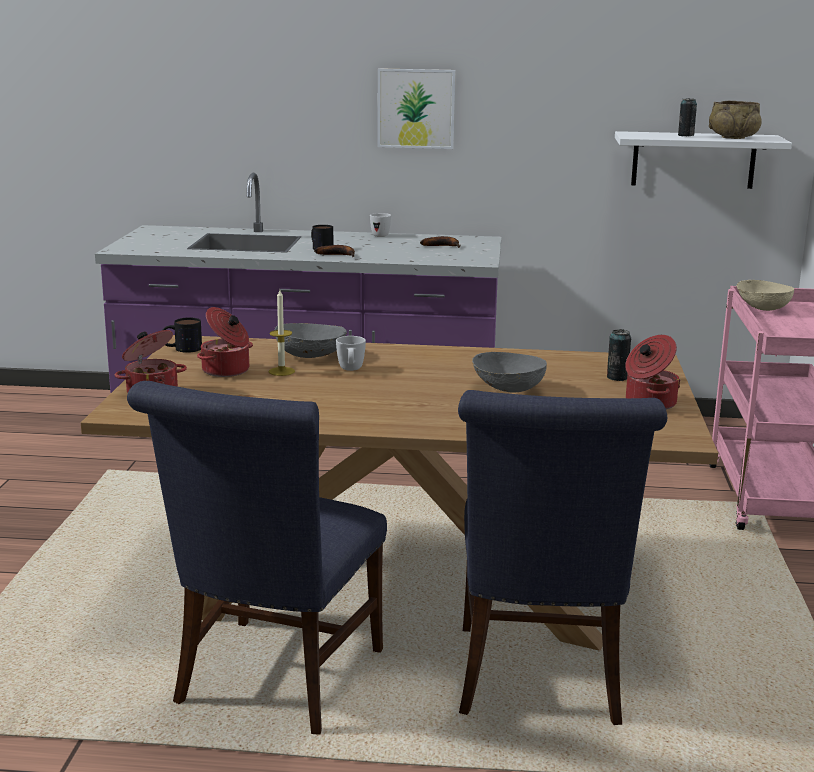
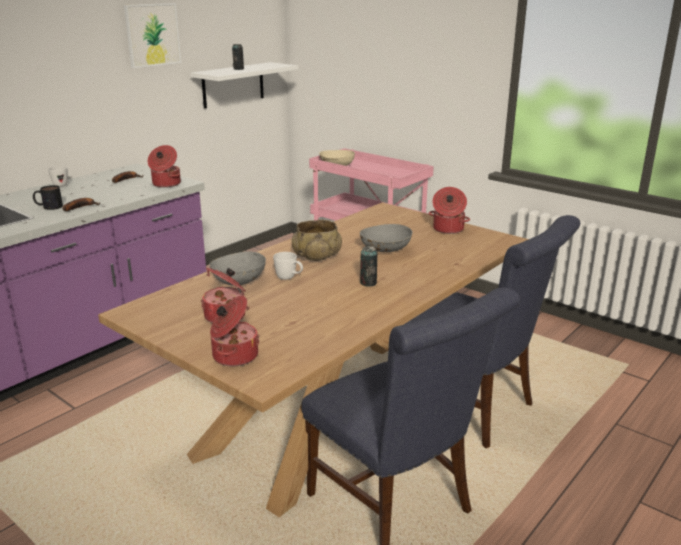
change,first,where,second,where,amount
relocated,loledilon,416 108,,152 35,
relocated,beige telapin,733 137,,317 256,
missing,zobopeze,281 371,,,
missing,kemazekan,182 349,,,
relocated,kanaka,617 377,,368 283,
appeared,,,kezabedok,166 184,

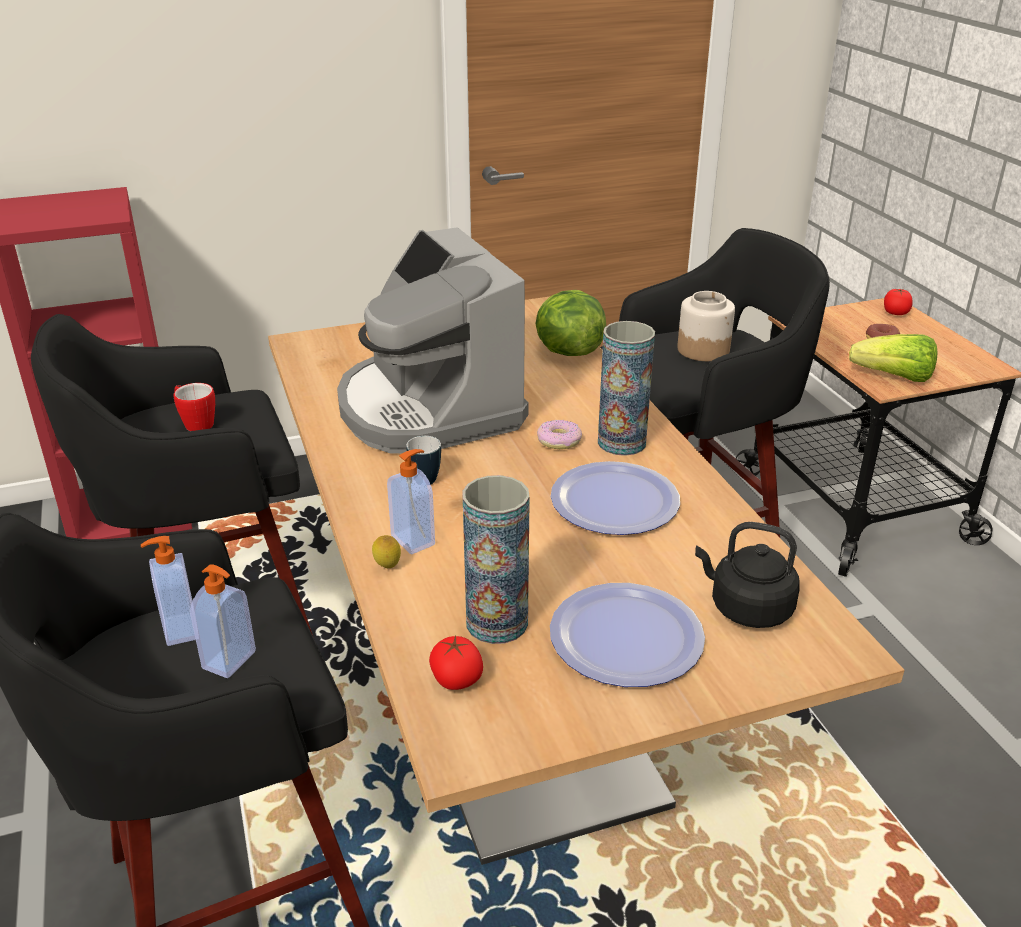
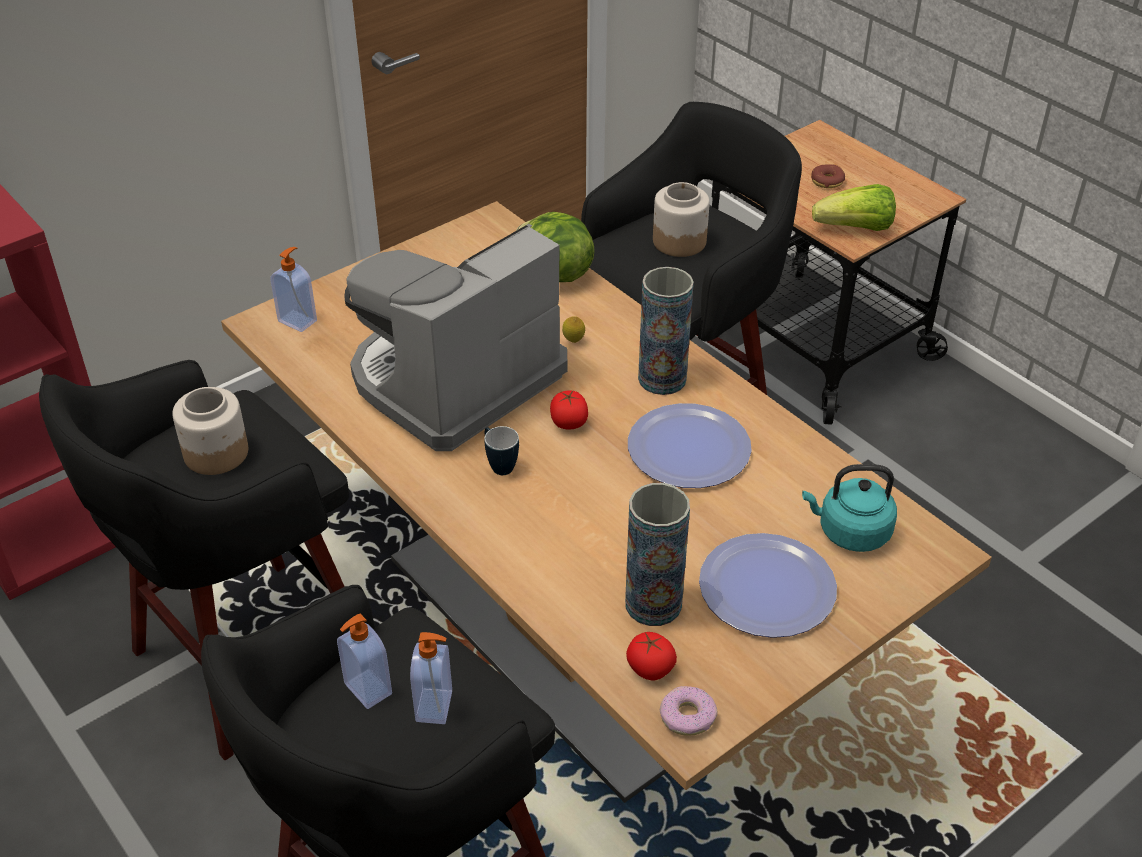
change,first,where,second,where,amount
spun,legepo,428 408,,454 380,90 degrees clockwise
relocated,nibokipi,895 313,,568 422,
exchanged,kemazekan,195 423,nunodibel,215 453,
relocated,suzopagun,559 440,,687 716,
relocated,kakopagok,414 540,,298 320,
colour,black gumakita,746 608,turquoise gumakita,850 532,
relocated,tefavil,387 567,,573 342,

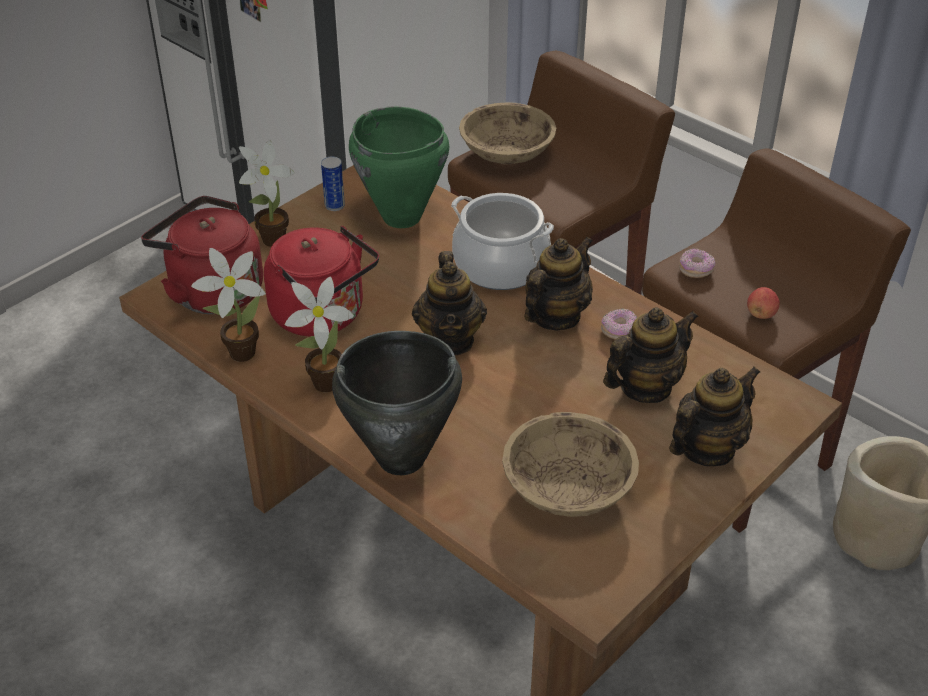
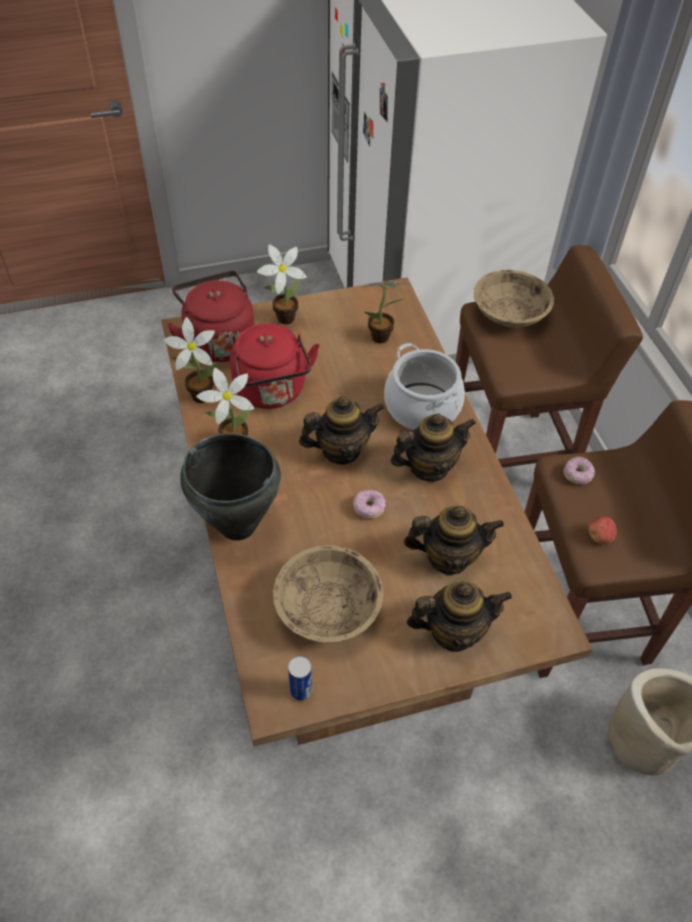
change,first,where,second,where,amount
exchanged,green kezabedok,401 218,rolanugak,383 337,
relocated,kanaka,334 206,,301 691,
spun,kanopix,450 339,,341 450,135 degrees counterclockwise
relocated,suzopagun,619 332,,369 508,

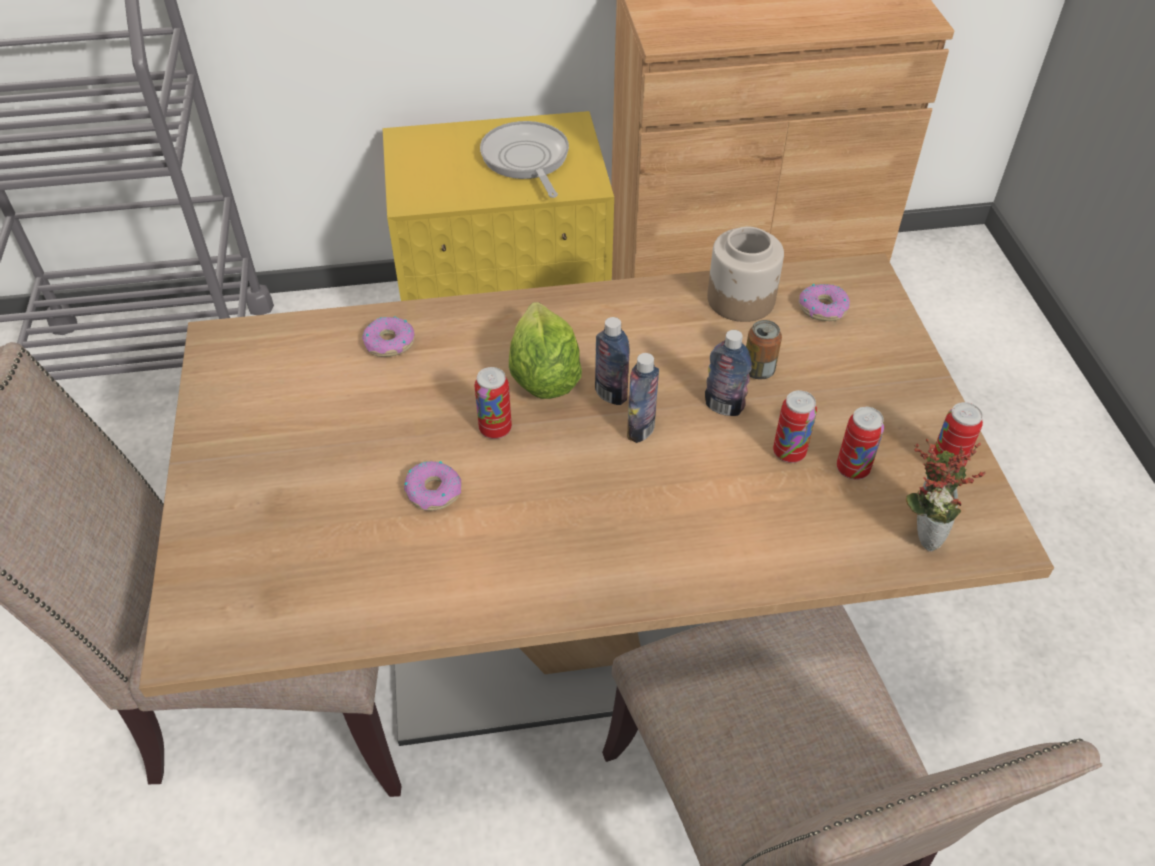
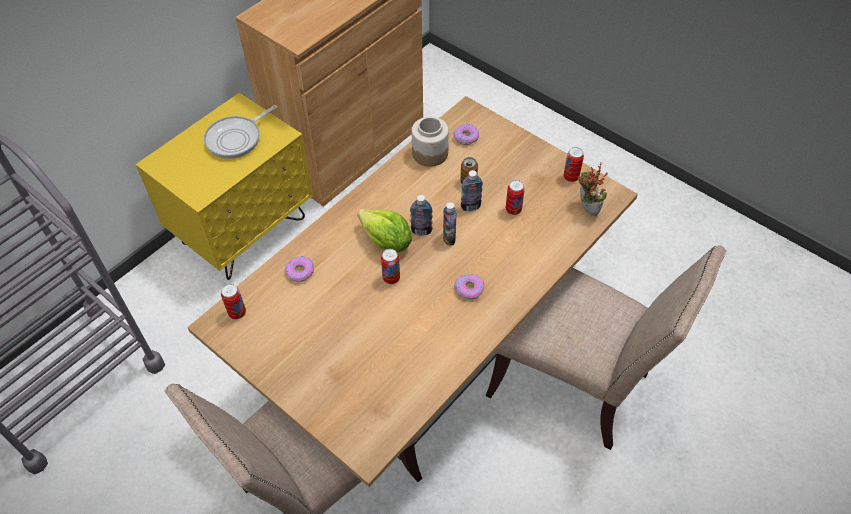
change,first,where,second,where,amount
spun,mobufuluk,526 160,,237 138,75 degrees counterclockwise
relocated,kanaka,852 469,,237 313,
relocated,suzopagun,433 491,,469 289,

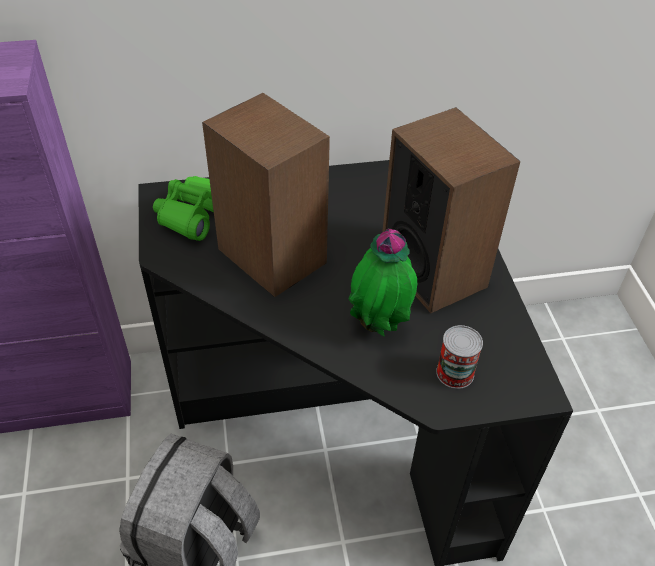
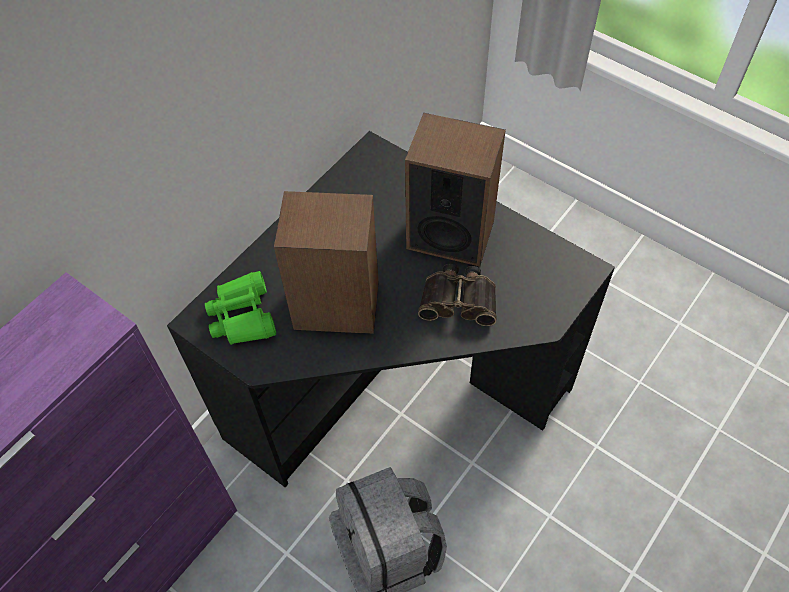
change,first,where,second,where,amount
exchanged,rolanugak,379 325,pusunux,459 299,
missing,kanaka,455 373,,,

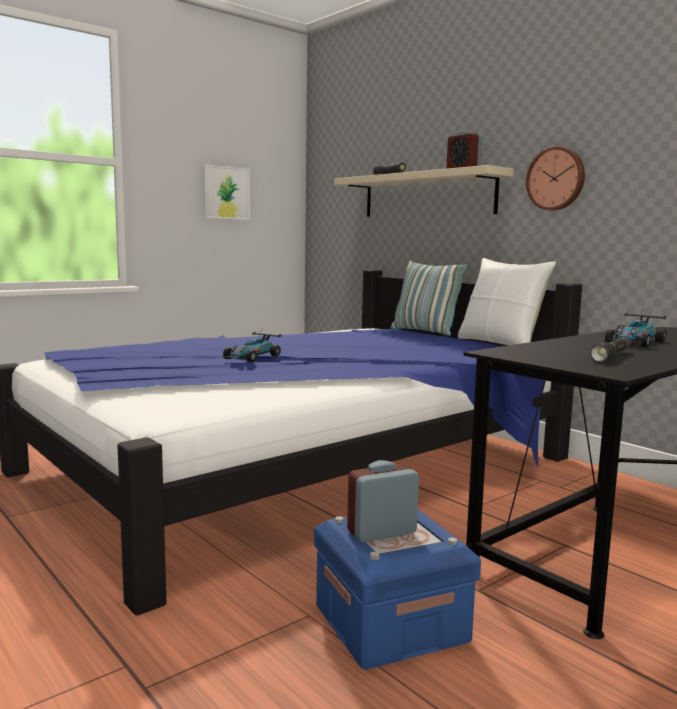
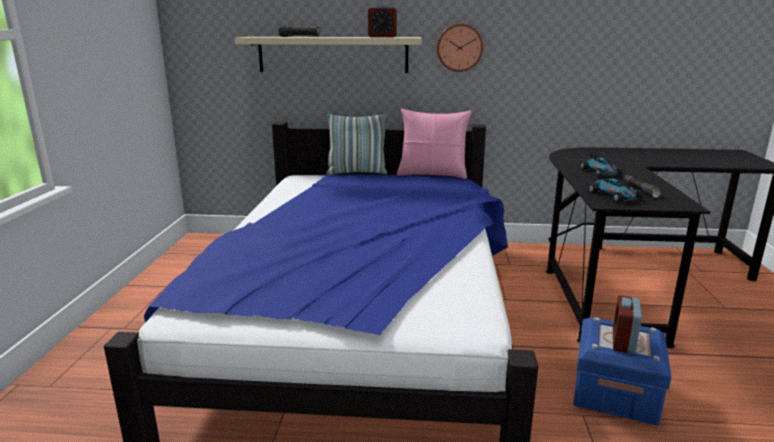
change,first,where,second,where,amount
missing,loledilon,226 193,,,
colour,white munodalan,500 343,pink munodalan,432 174,
relocated,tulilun,252 357,,614 195,

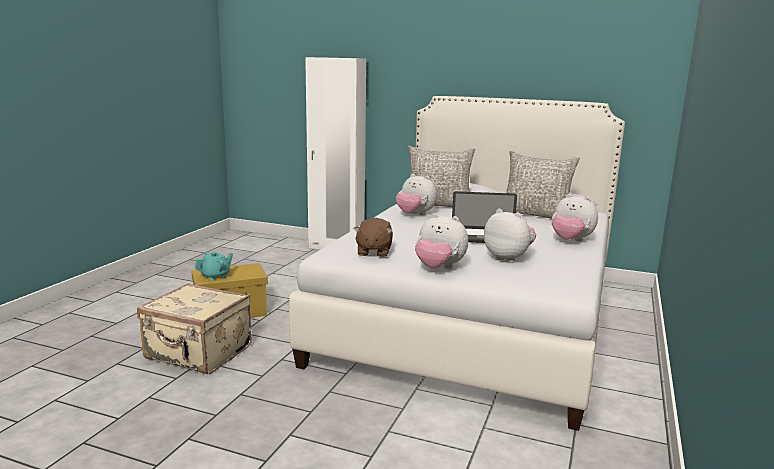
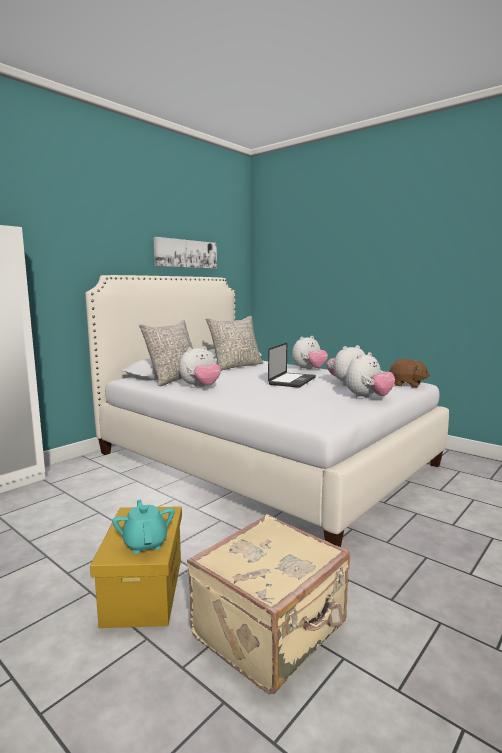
change,first,where,second,where,amount
relocated,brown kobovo,373 252,,407 385,
appeared,,,loledilon,186 253,

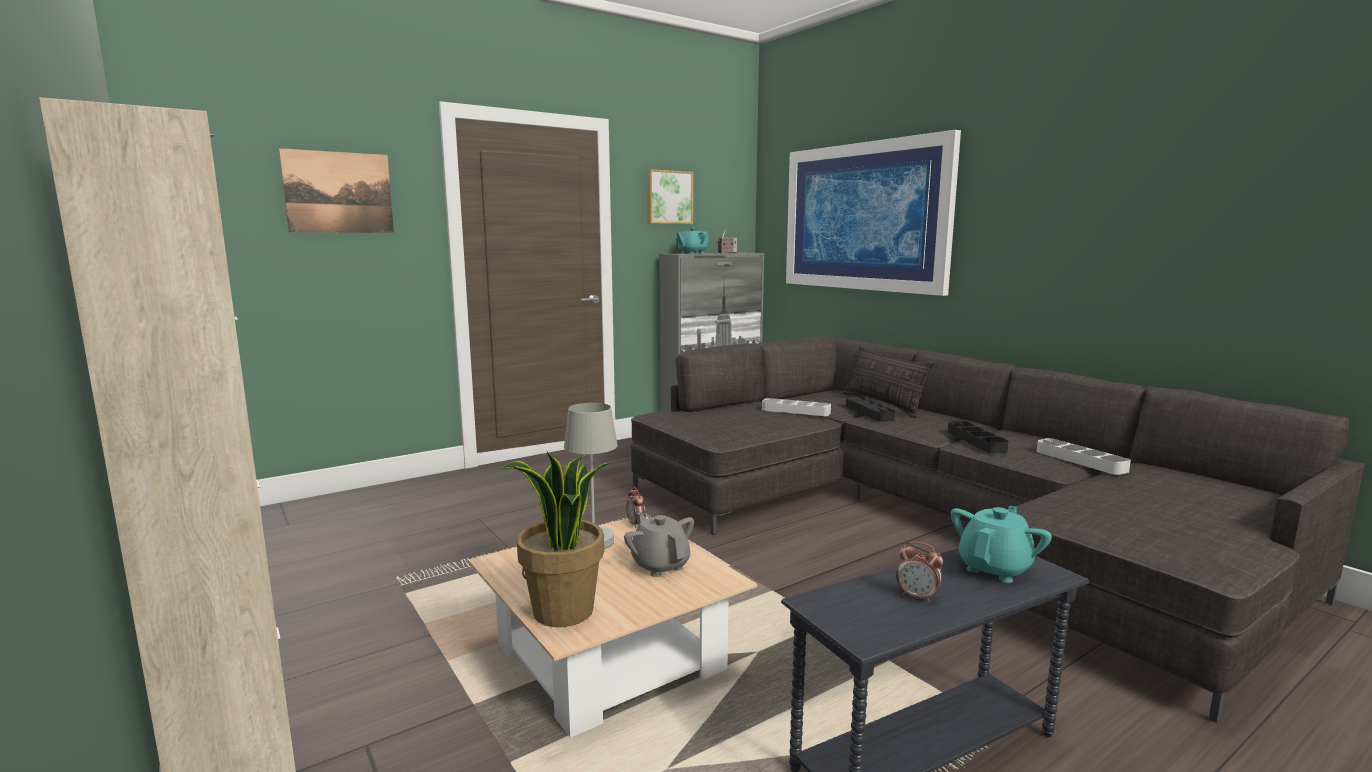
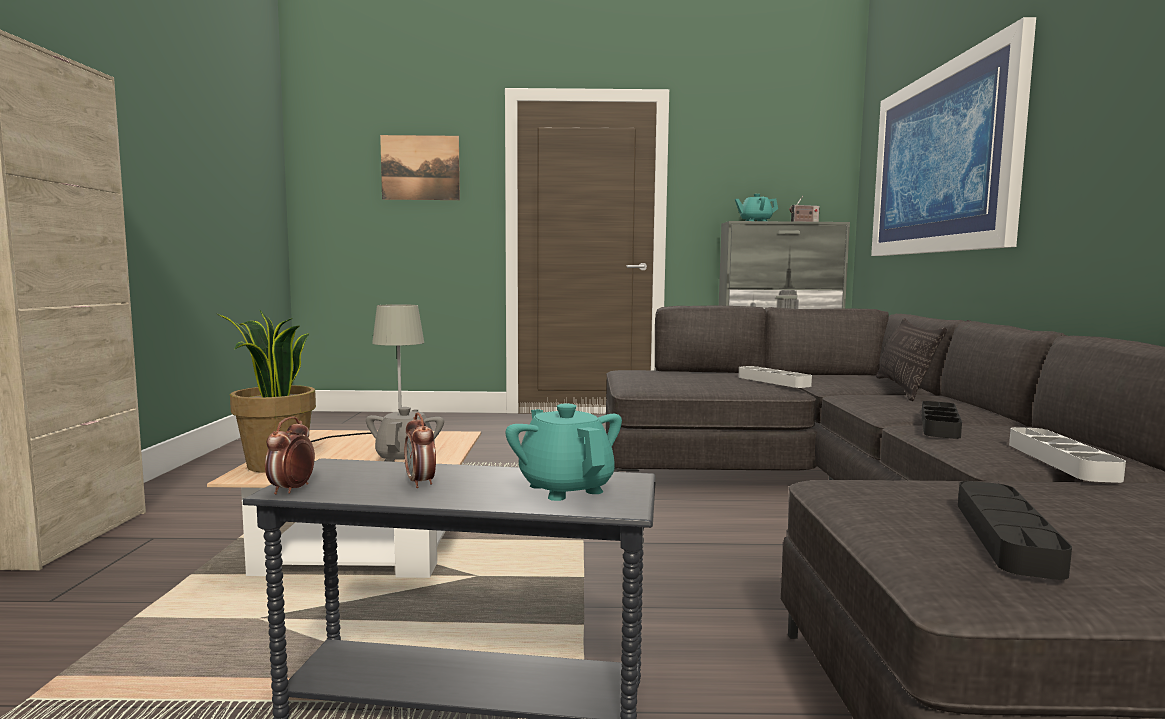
change,first,where,second,where,amount
missing,loledilon,668 197,,,
relocated,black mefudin,869 413,,1005 536,
relocated,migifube,636 524,,291 490,
spun,turquoise kanopix,995 568,,565 488,105 degrees counterclockwise

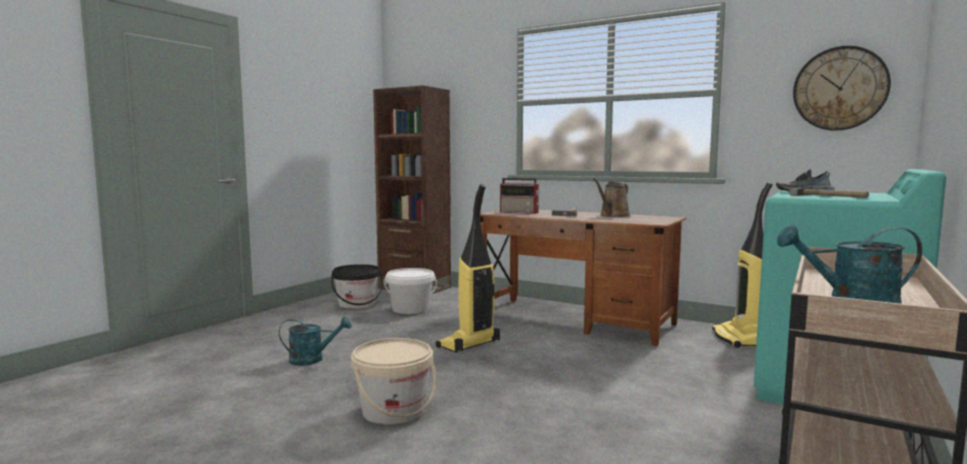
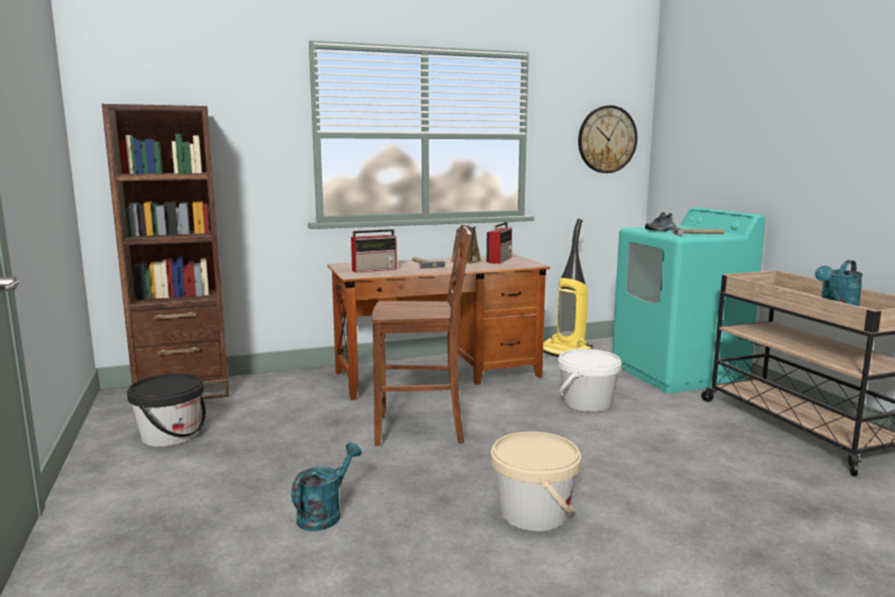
change,first,where,second,where,amount
exchanged,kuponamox,468 345,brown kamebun,422 430,
relocated,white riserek,410 309,,587 403,
appeared,,,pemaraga,499 260,

